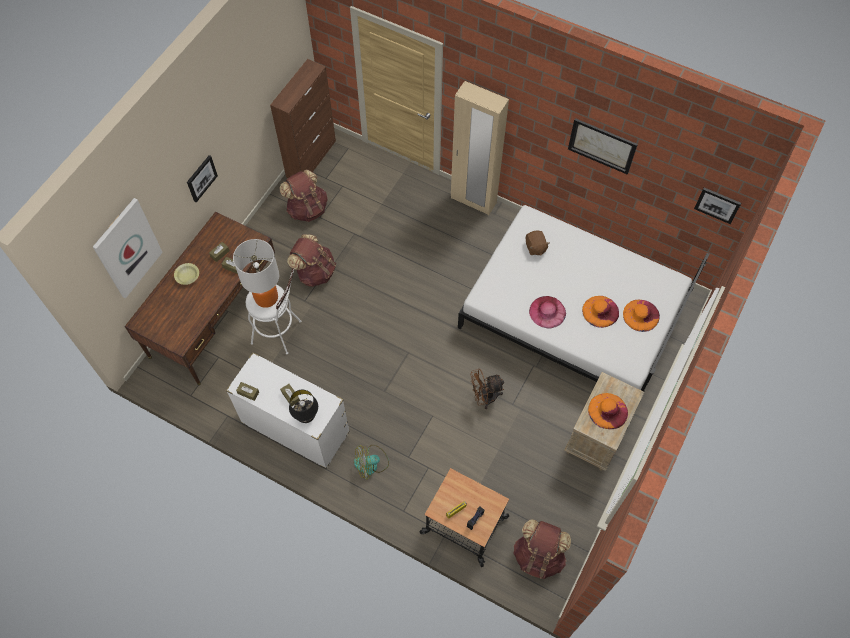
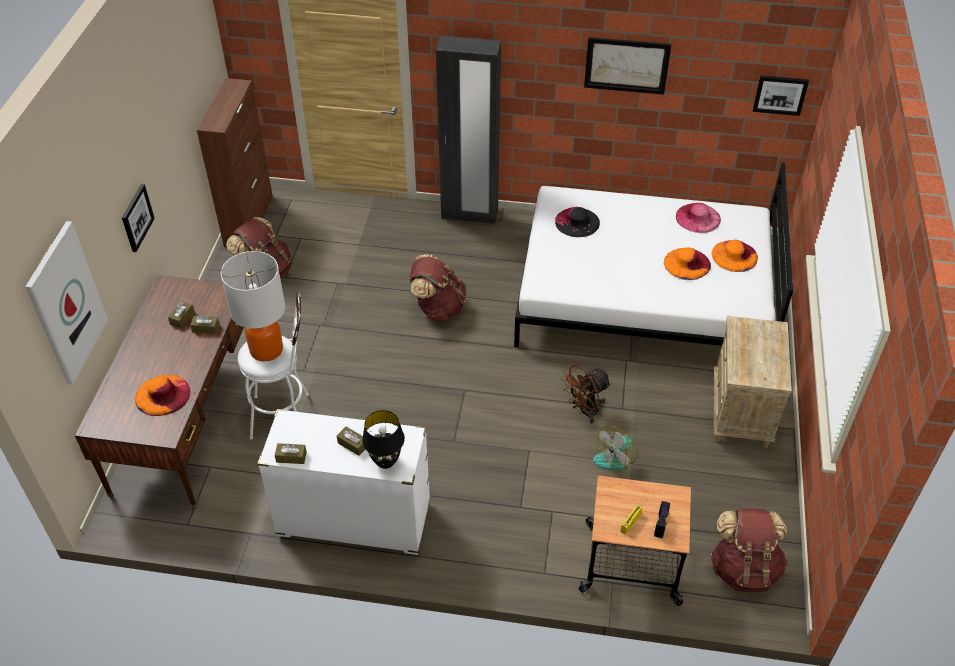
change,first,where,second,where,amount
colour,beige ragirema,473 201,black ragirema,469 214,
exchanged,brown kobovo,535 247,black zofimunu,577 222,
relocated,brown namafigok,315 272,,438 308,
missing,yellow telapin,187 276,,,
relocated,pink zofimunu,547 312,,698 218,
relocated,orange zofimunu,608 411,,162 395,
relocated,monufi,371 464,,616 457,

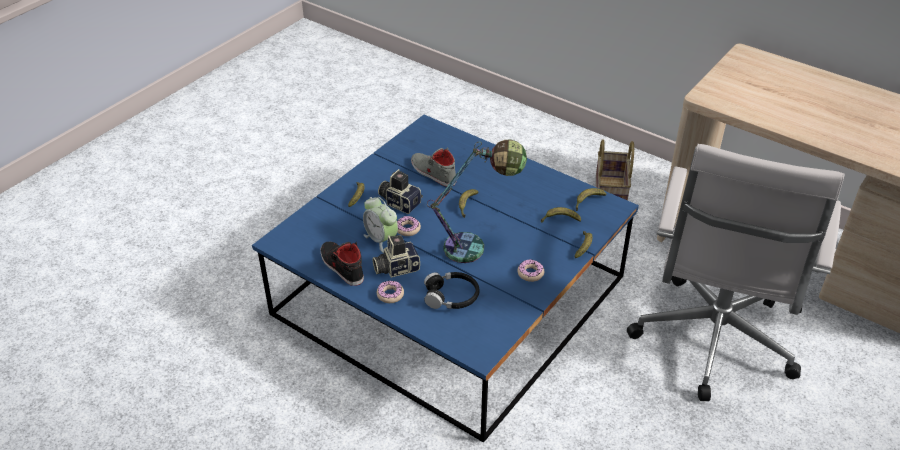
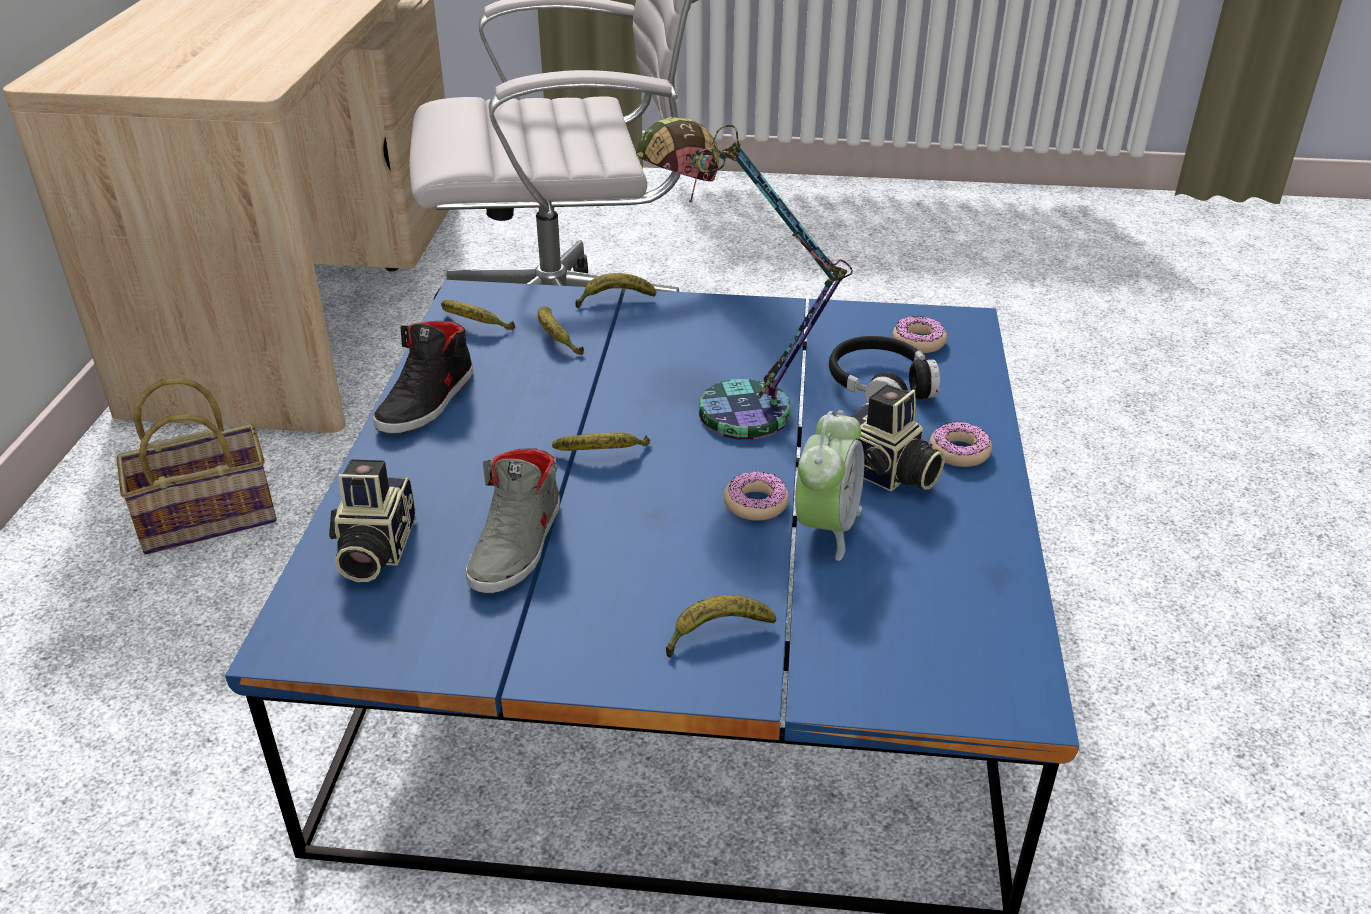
change,first,where,second,where,amount
relocated,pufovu,400 202,,373 549,
relocated,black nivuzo,341 266,,428 401,
relocated,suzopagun,530 273,,918 342,

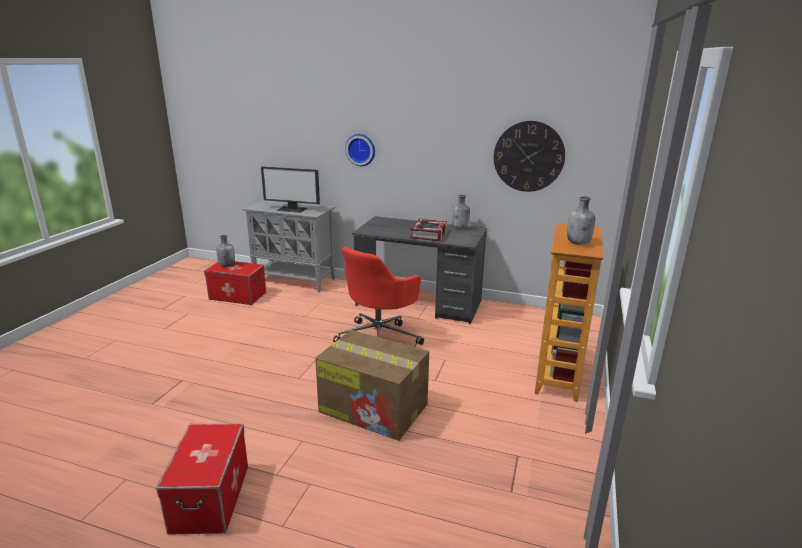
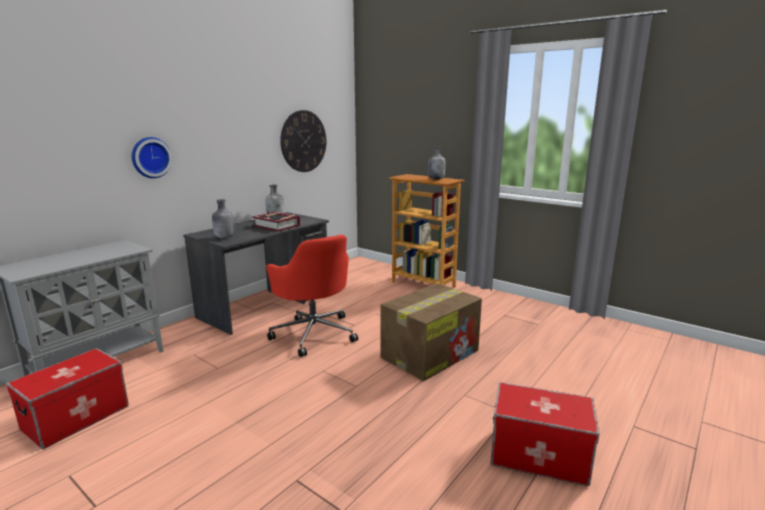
change,first,where,second,where,amount
missing,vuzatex,292 209,,,
relocated,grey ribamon,227 265,,224 238,

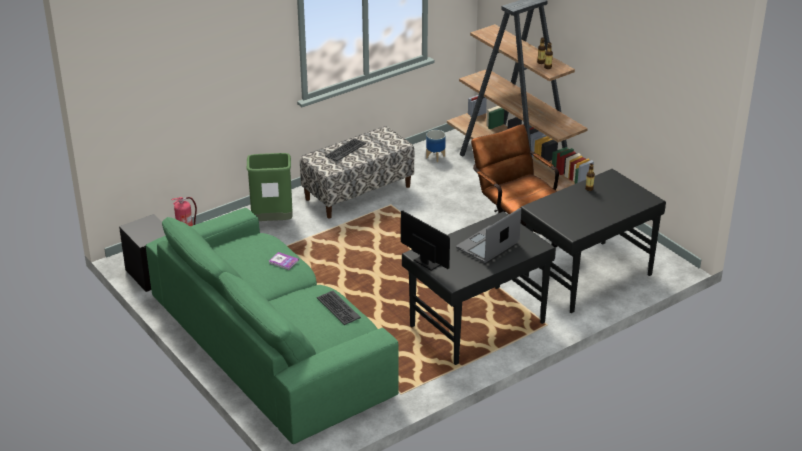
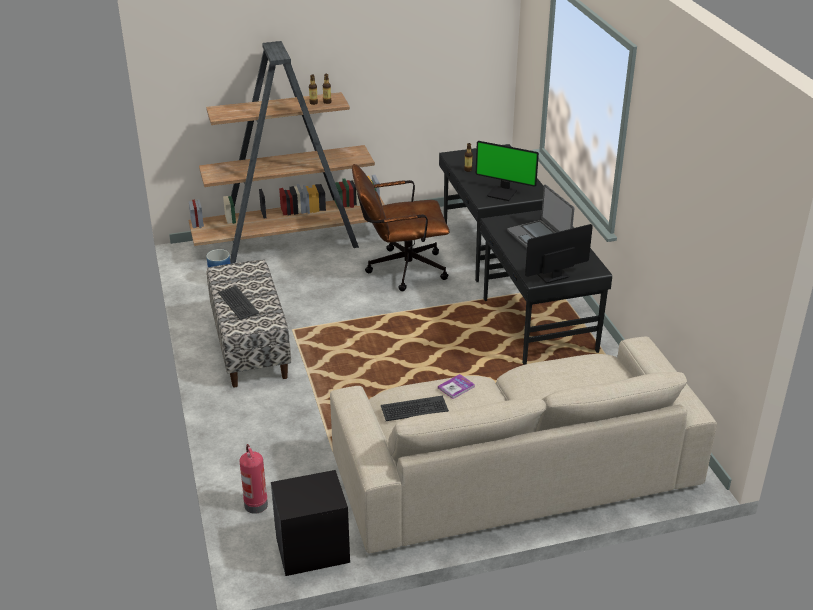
change,first,where,second,where,amount
missing,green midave,272 221,,,
colour,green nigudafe,271 344,beige nigudafe,513 469,
relocated,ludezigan,338 308,,414 409,
appeared,,,vuzatex,503 193,

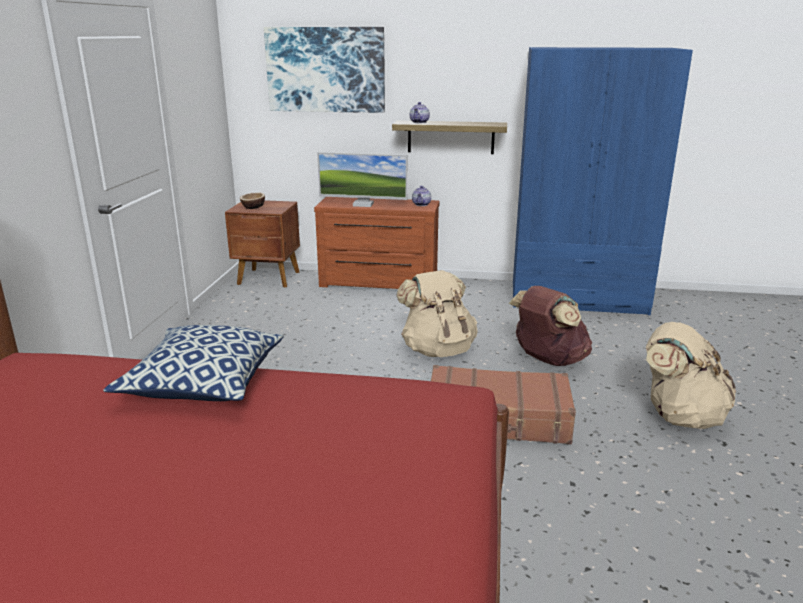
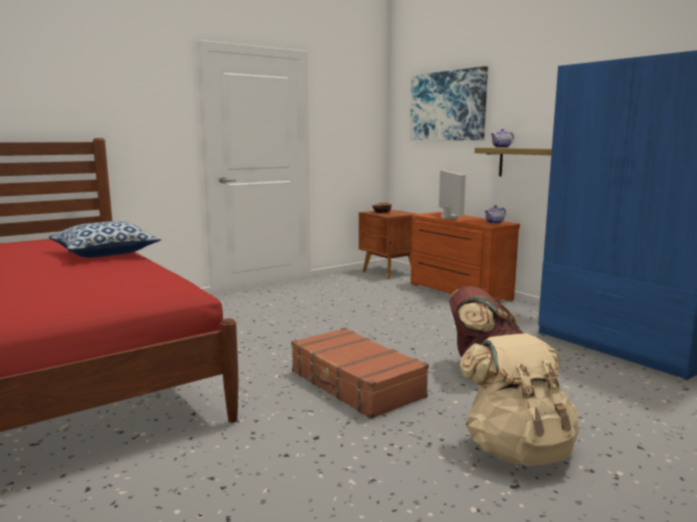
change,first,where,second,where,amount
spun,vuzatex,363 204,,449 217,150 degrees counterclockwise
missing,beige namafigok,437 350,,,

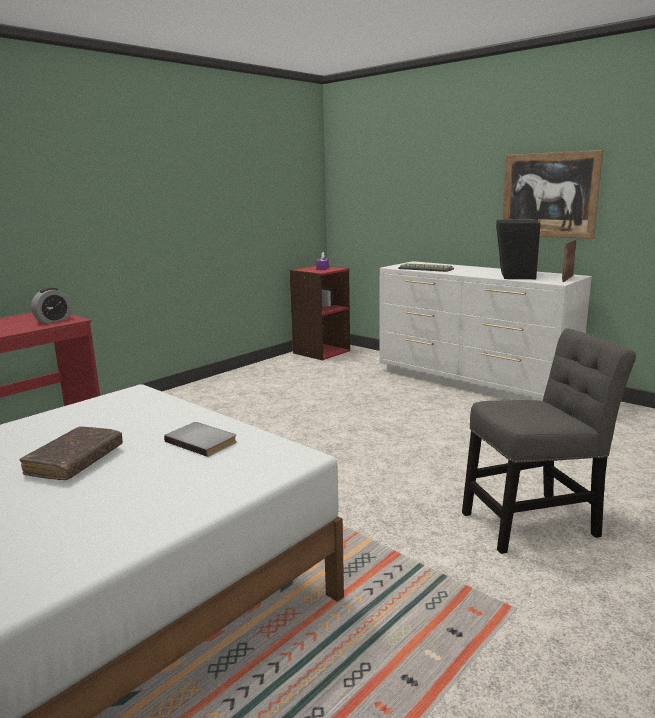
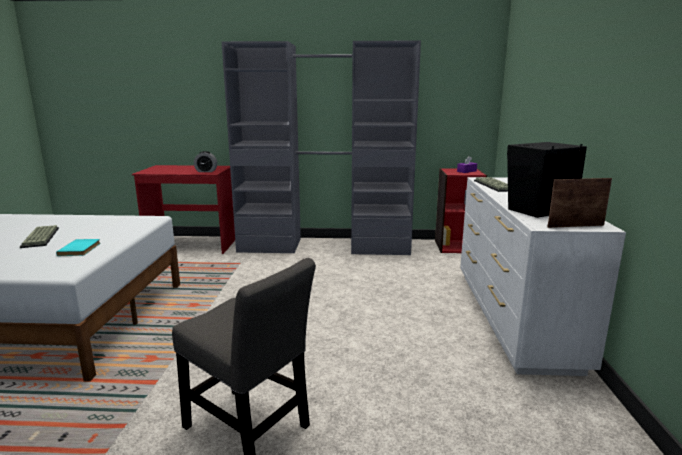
change,first,where,second,where,amount
missing,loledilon,549 195,,,
colour,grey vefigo,203 441,turquoise vefigo,81 249,
exchanged,brown vefigo,75 461,ludezigan,41 237,
appeared,,,grey ragirema,325 246,

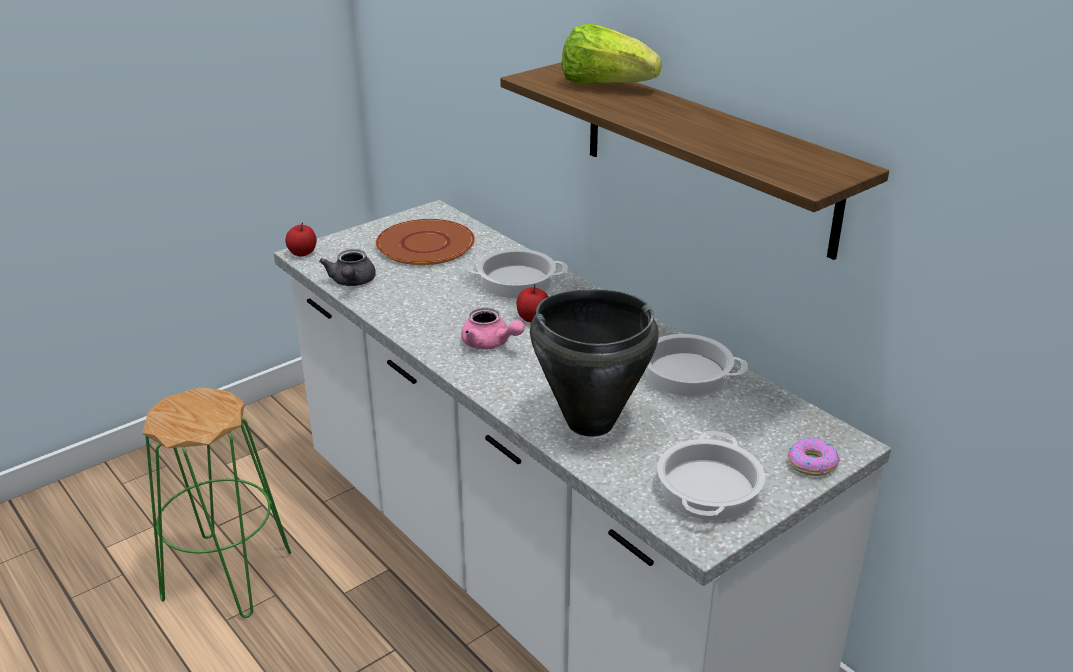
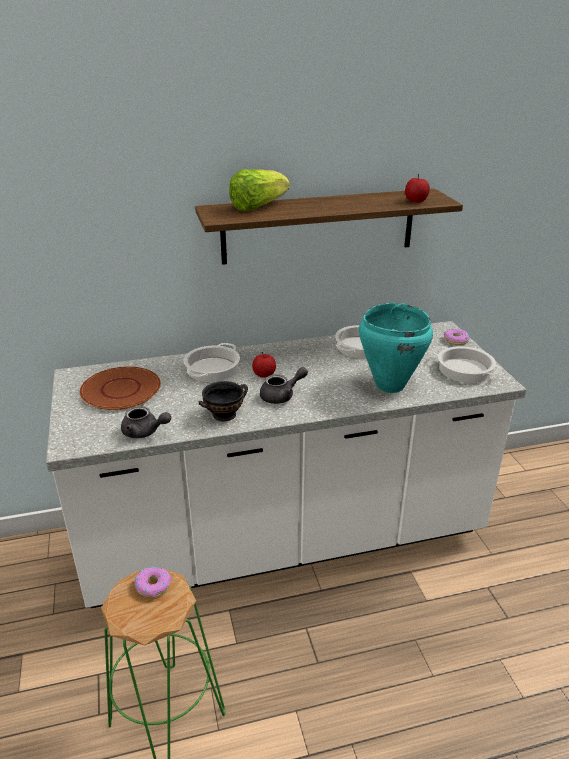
change,first,where,second,where,amount
relocated,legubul,303 253,,416 201,
colour,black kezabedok,589 422,turquoise kezabedok,389 385,
colour,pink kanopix,490 344,grey kanopix,282 396,
appeared,,,black telapin,225 415,
appeared,,,suzopagun,153 585,

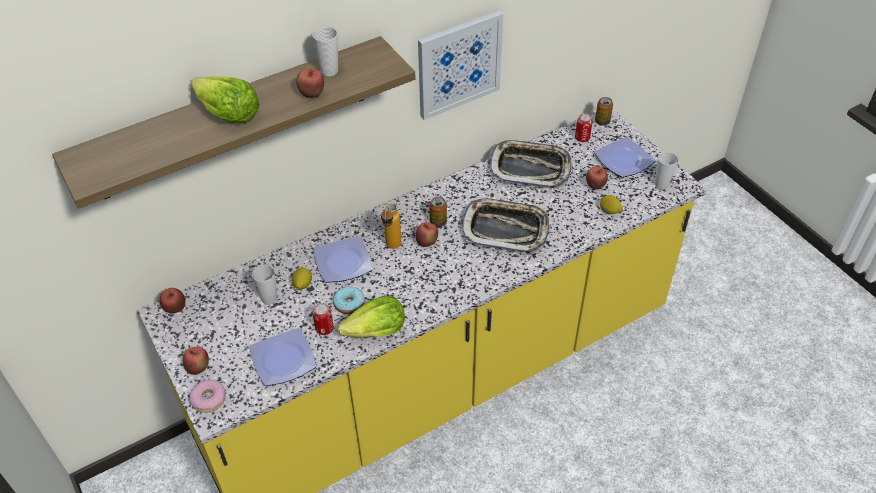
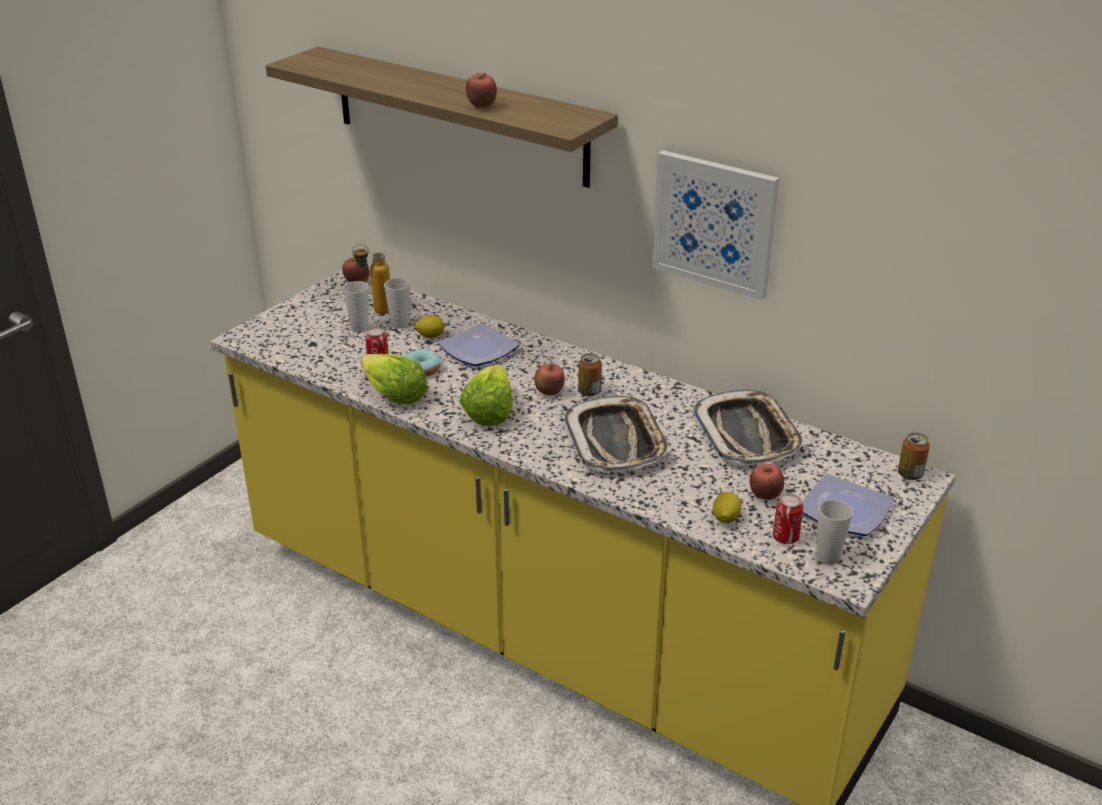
change,first,where,second,where,amount
relocated,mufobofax,329 71,,359 327,
relocated,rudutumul,227 114,,488 412,
relocated,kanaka,582 138,,785 538,
relocated,ribamon,391 248,,375 311,
missing,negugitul,284 359,,,
missing,legubul,198 368,,,
missing,suzopagun,209 399,,,

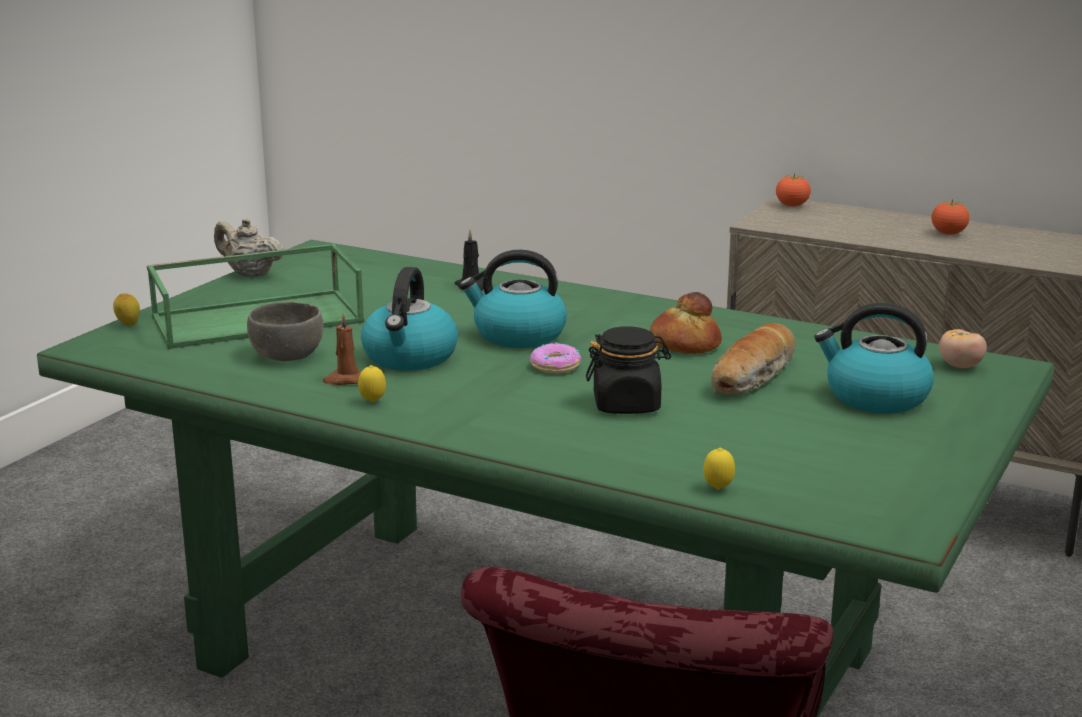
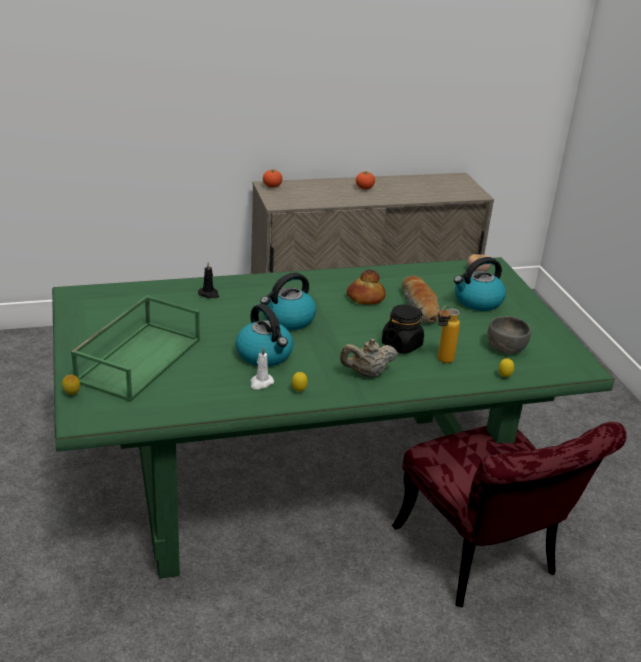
change,first,where,second,where,amount
relocated,beige kanopix,249 274,,367 373,
relocated,grey telapin,288 355,,506 348,
colour,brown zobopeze,344 380,white zobopeze,261 383,
missing,suzopagun,556 366,,,
appeared,,,ribamon,441 361,

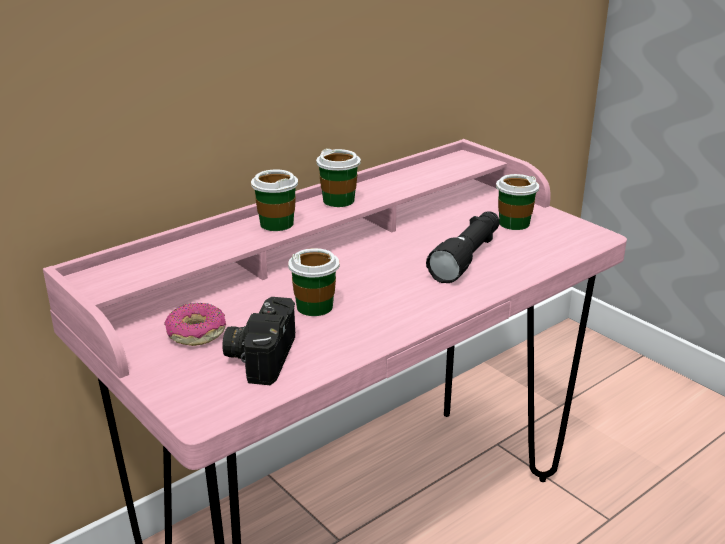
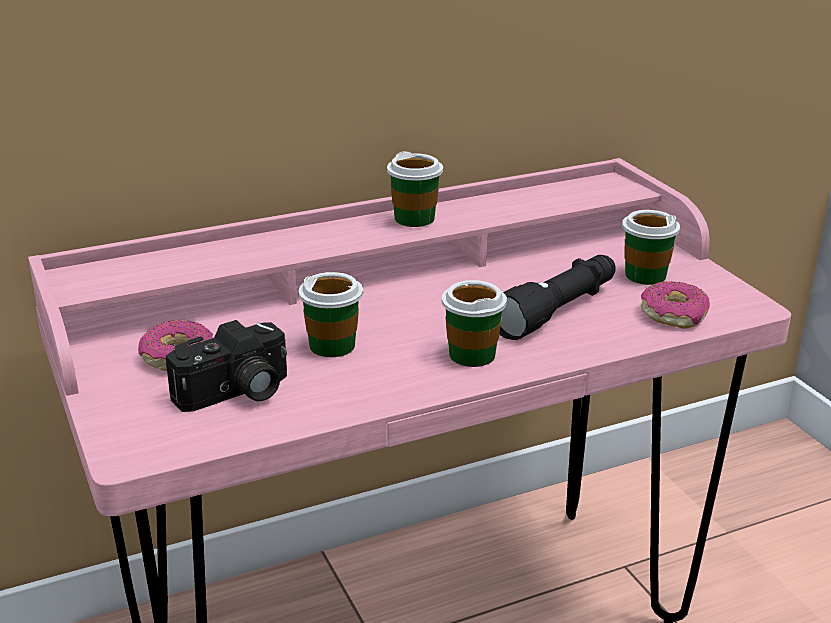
change,first,where,second,where,amount
relocated,mufobofax,276 223,,472 354,
spun,pufovu,260 355,,235 394,150 degrees counterclockwise
appeared,,,suzopagun,674 315,

